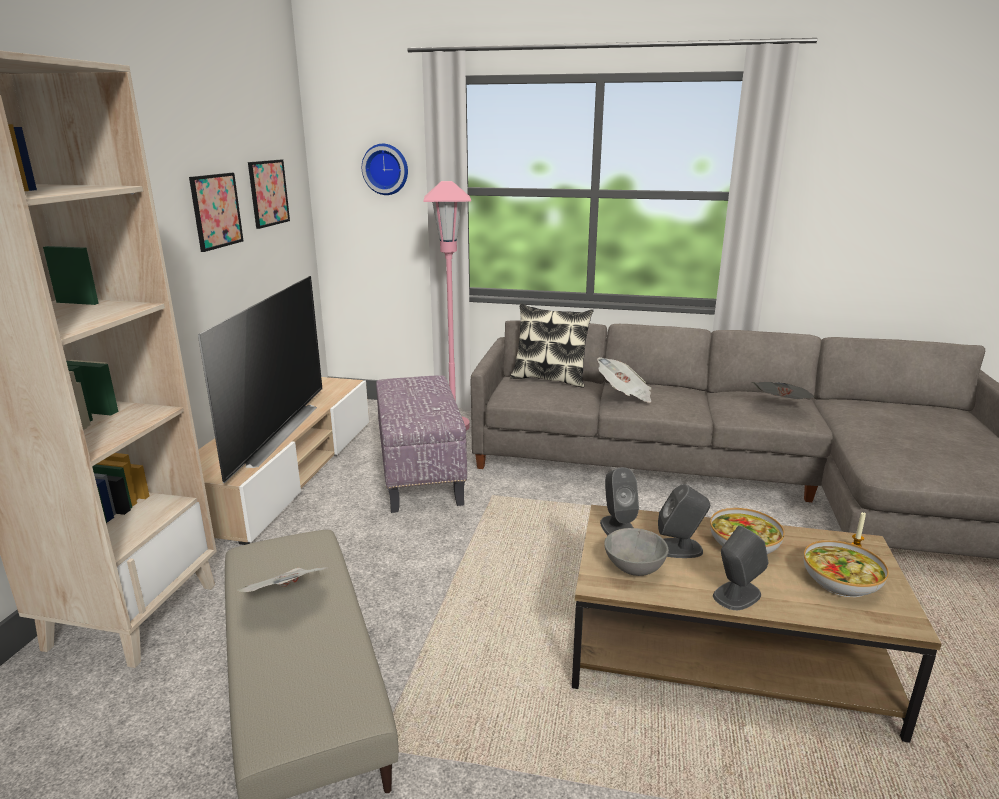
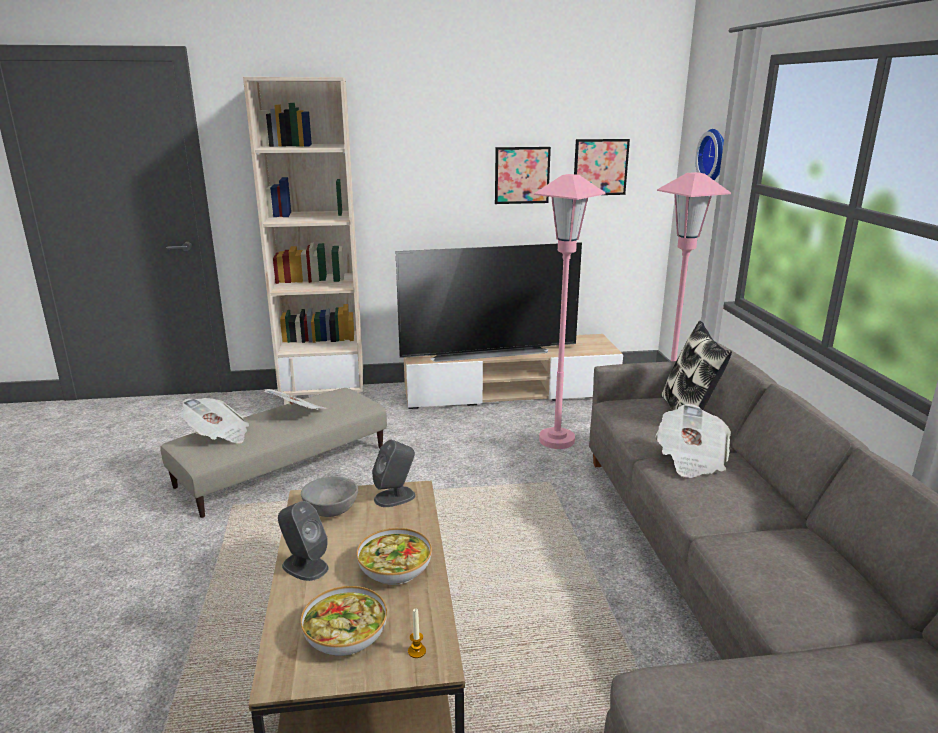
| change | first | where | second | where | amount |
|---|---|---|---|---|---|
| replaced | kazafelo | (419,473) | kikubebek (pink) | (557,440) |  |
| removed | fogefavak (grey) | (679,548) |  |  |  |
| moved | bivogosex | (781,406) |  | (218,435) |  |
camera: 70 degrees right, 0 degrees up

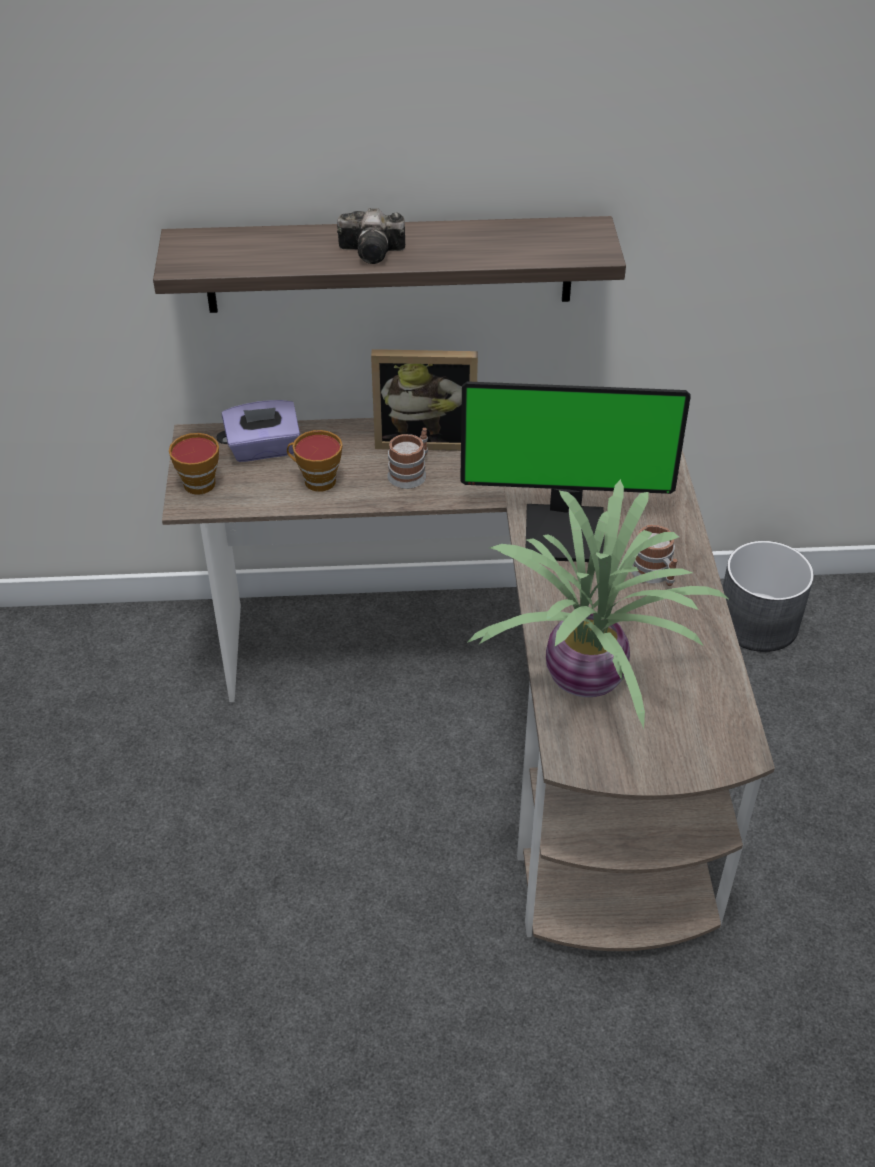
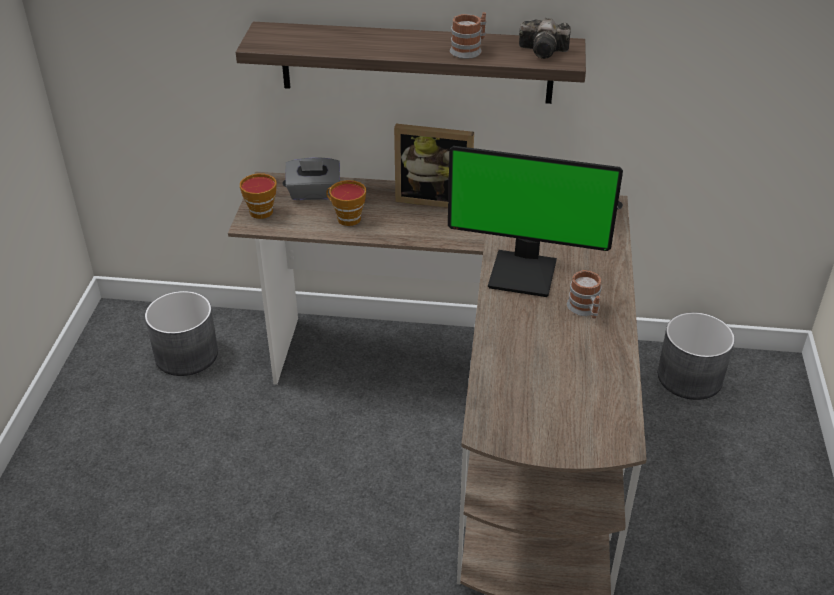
| change | first | where | second | where | amount |
|---|---|---|---|---|---|
| recoloured | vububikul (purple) | (264,449) | vububikul (grey) | (314,193) |  |
| moved | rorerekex | (375,252) |  | (545,51) |  |
| moved | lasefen | (411,472) |  | (469,49) |  |
| removed | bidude | (584,682) |  |  |  |
| added |  |  | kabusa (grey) | (187,354) |  |
camera: 10 degrees right, 5 degrees down

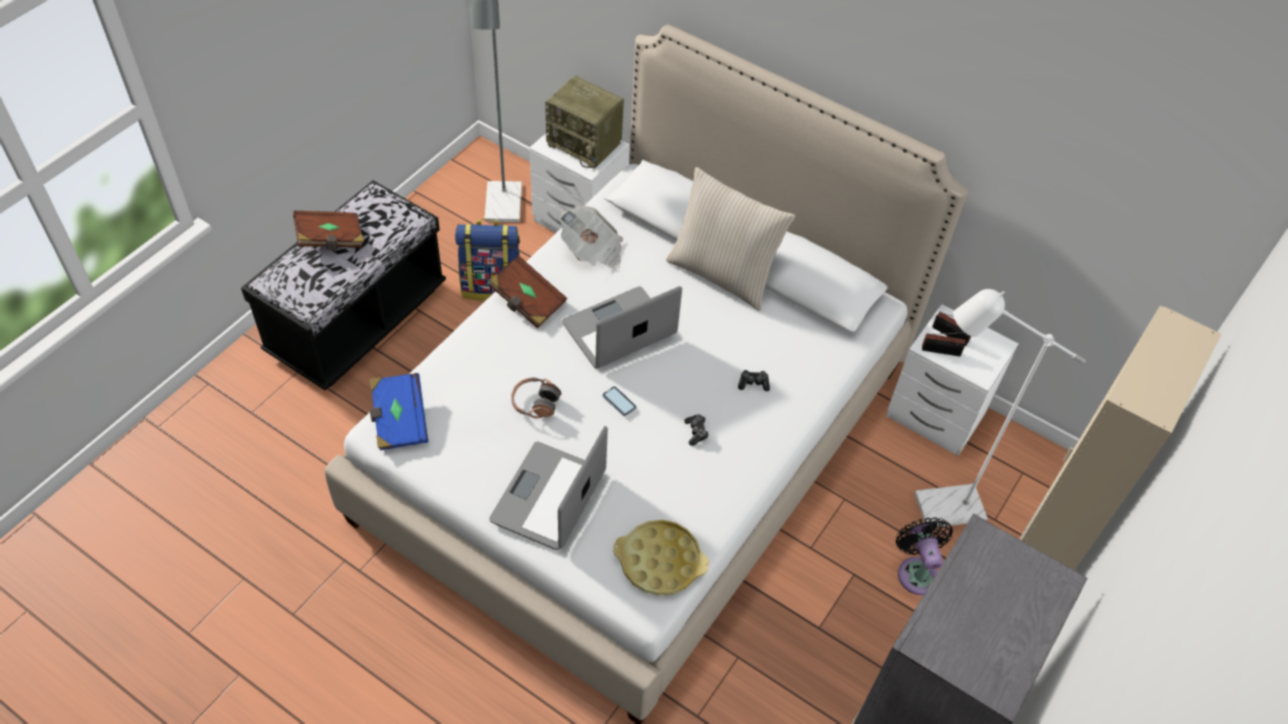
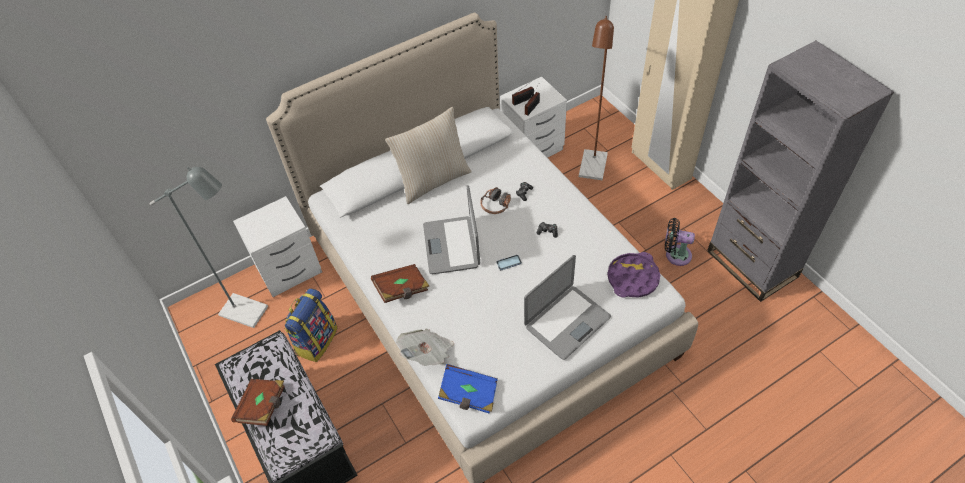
| change | first | where | second | where | amount |
|---|---|---|---|---|---|
| turned | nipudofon | (549,497) |  | (566,321) | 90 degrees counterclockwise |
| moved | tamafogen | (535,403) |  | (495,205) |  |
| removed | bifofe | (586,144) |  |  |  |
| moved | bivogosex | (592,251) |  | (428,353) |  |
| recoloured | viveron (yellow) | (660,561) | viveron (purple) | (632,278) |  |
| moved | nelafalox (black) | (916,571) |  | (675,254) |  |
| recoloured | kikubebek (white) | (937,509) | kikubebek (brown) | (592,171) |  |
camera: 60 degrees left, 0 degrees up

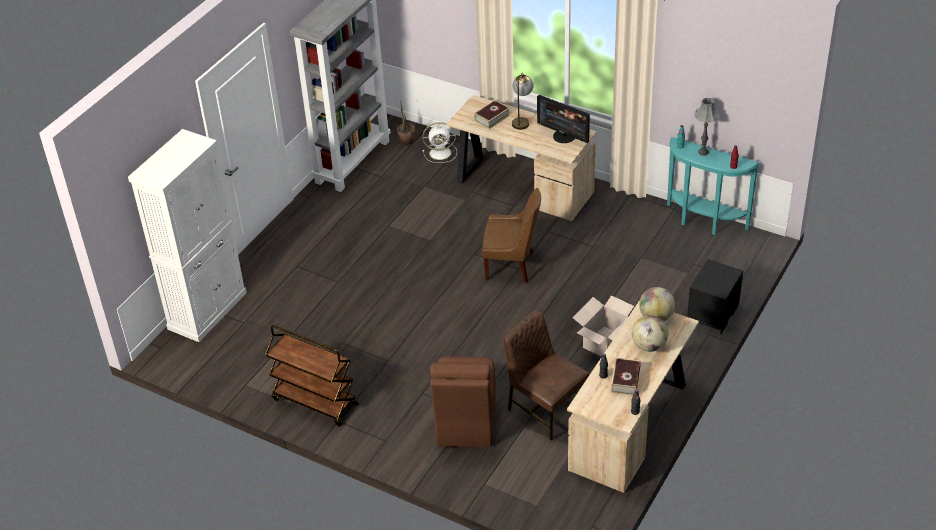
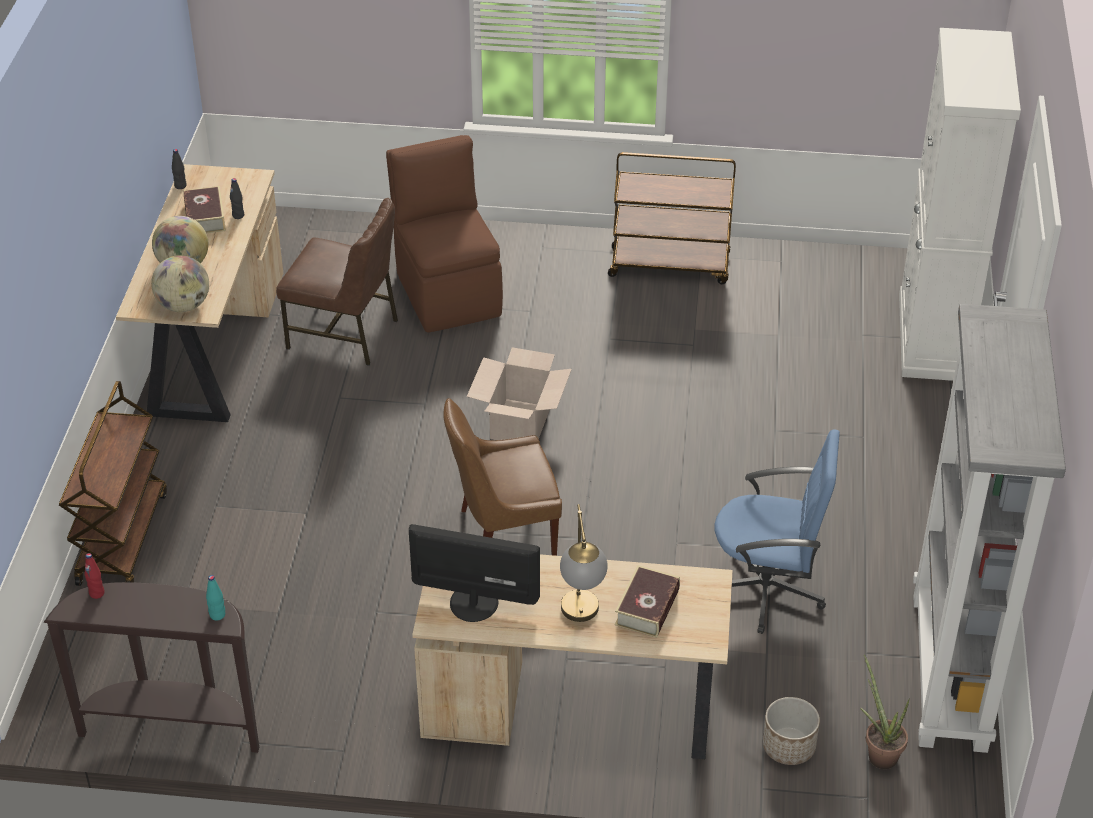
| change | first | where | second | where | amount |
|---|---|---|---|---|---|
| replaced | nelafalox (white) | (441,153) | kabusa | (788,747) |  |
| moved | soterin | (604,342) |  | (521,423) |  |
| recoloured | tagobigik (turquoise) | (703,222) | tagobigik (brown) | (173,725) |  |
| replaced | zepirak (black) | (713,314) | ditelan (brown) | (122,537) |  |
| removed | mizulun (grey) | (703,152) |  |  |  |
| added |  |  | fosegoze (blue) | (767,589) |  |
camera: 155 degrees right, 0 degrees up

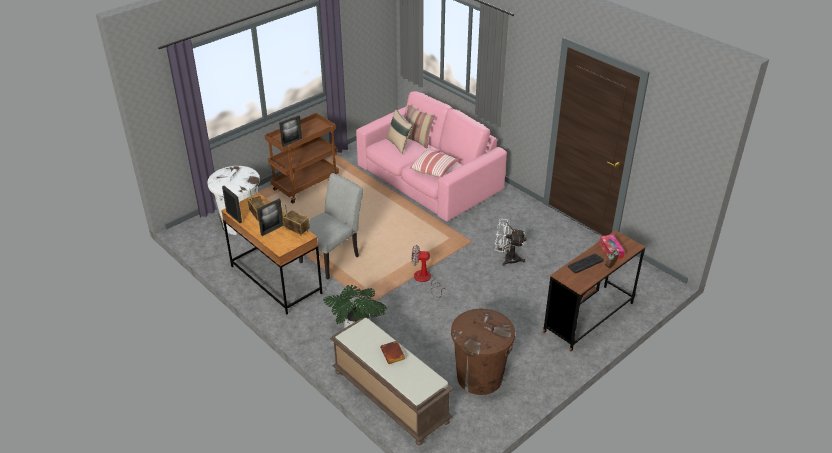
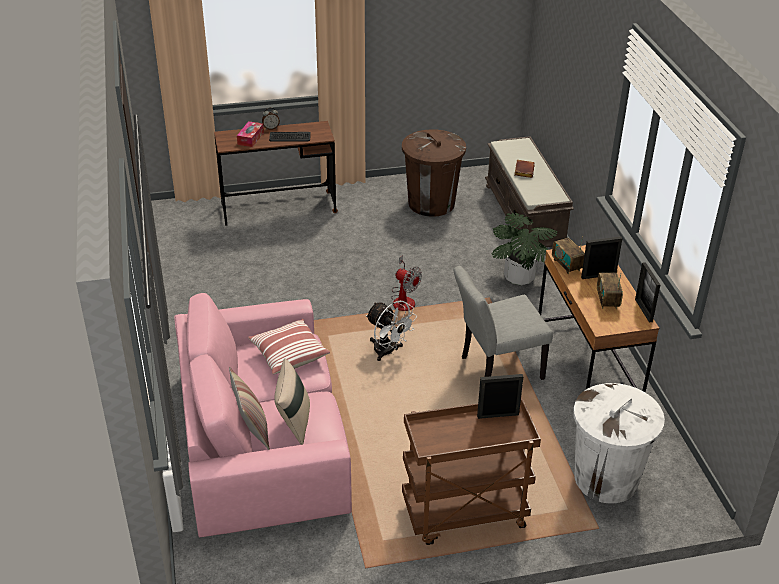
| change | first | where | second | where | amount |
|---|---|---|---|---|---|
| moved | nelafalox (white) | (507,258) |  | (388,352) |  |
camera: 150 degrees left, 0 degrees up

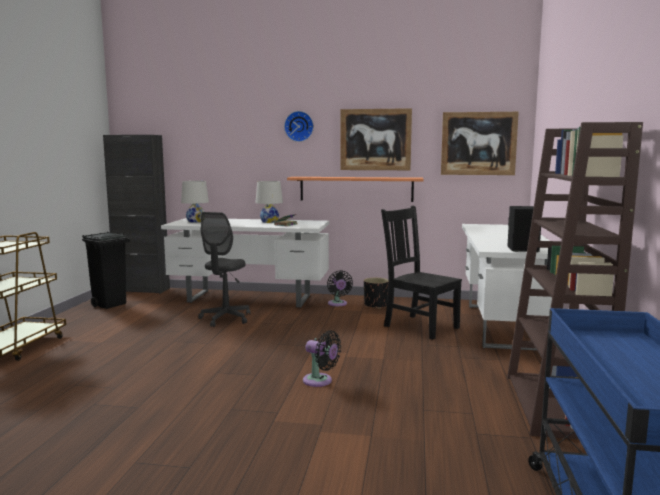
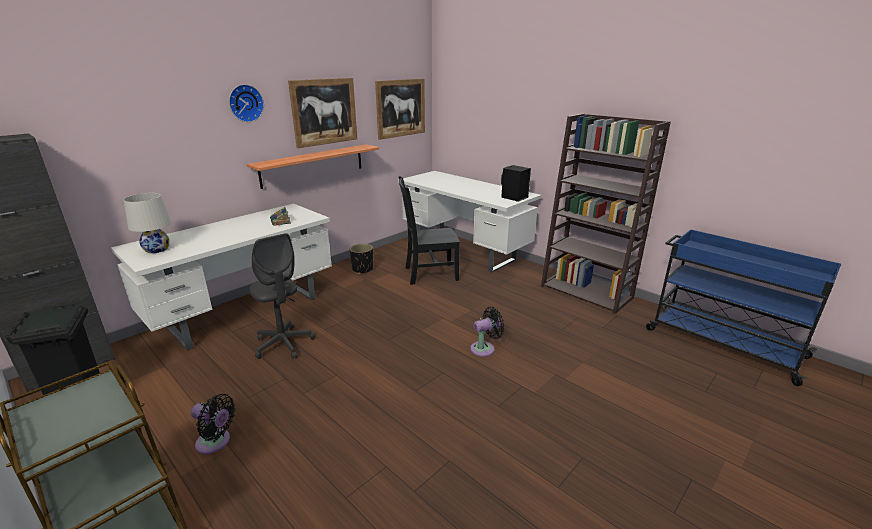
| change | first | where | second | where | amount |
|---|---|---|---|---|---|
| removed | mizulun (white) | (269,222) |  |  |  |
| moved | nelafalox (black) | (338,304) |  | (216,442) |  |
camera: 55 degrees left, 15 degrees up

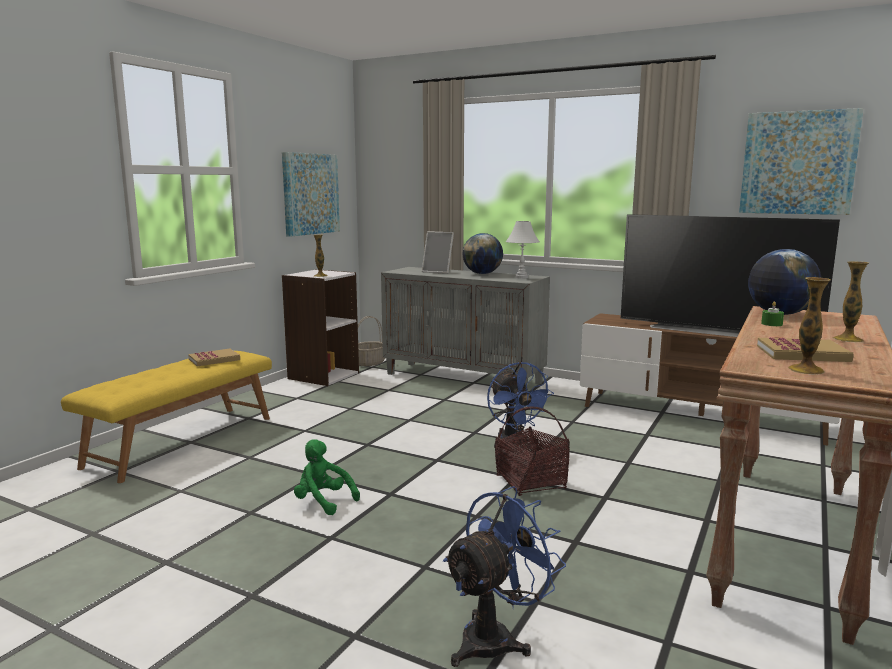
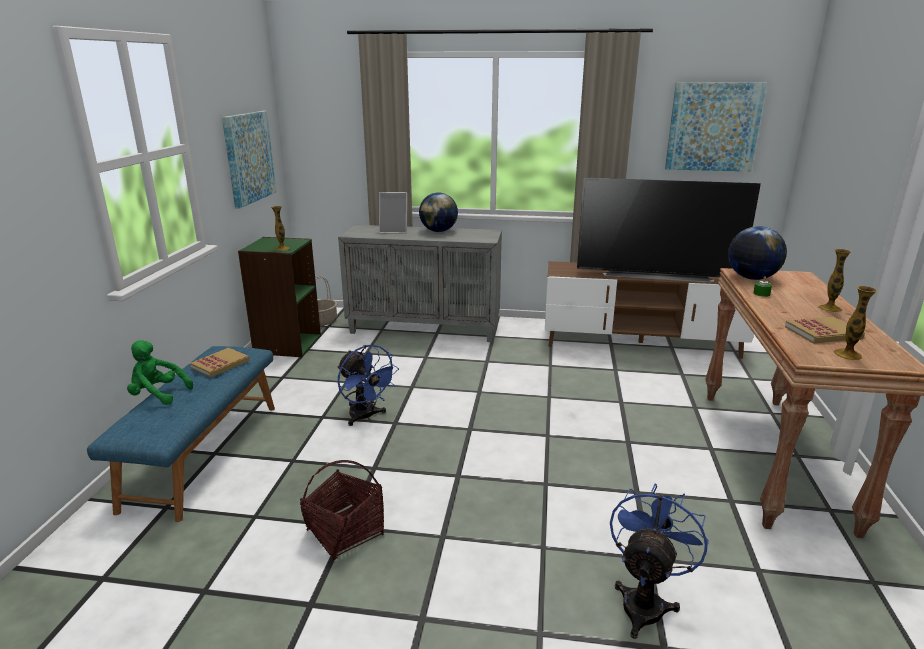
| change | first | where | second | where | amount |
|---|---|---|---|---|---|
| recoloured | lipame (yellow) | (182,441) | lipame (blue) | (203,454) |  |
| recoloured | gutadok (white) | (323,375) | gutadok (green) | (287,344) |  |
| moved | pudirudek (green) | (323,502) |  | (158,395) |  |
| moved | nelafalox (blue) | (514,444) |  | (366,417) |  |
| moved | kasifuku | (531,482) |  | (345,533) |  |
| removed | mizulun (white) | (521,277) |  |  |  |
camera: 20 degrees left, 10 degrees up

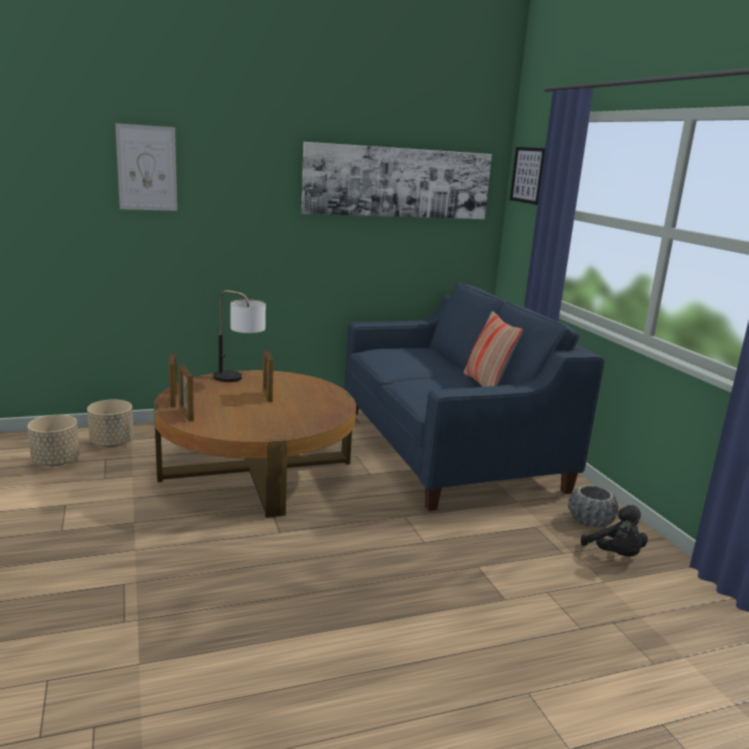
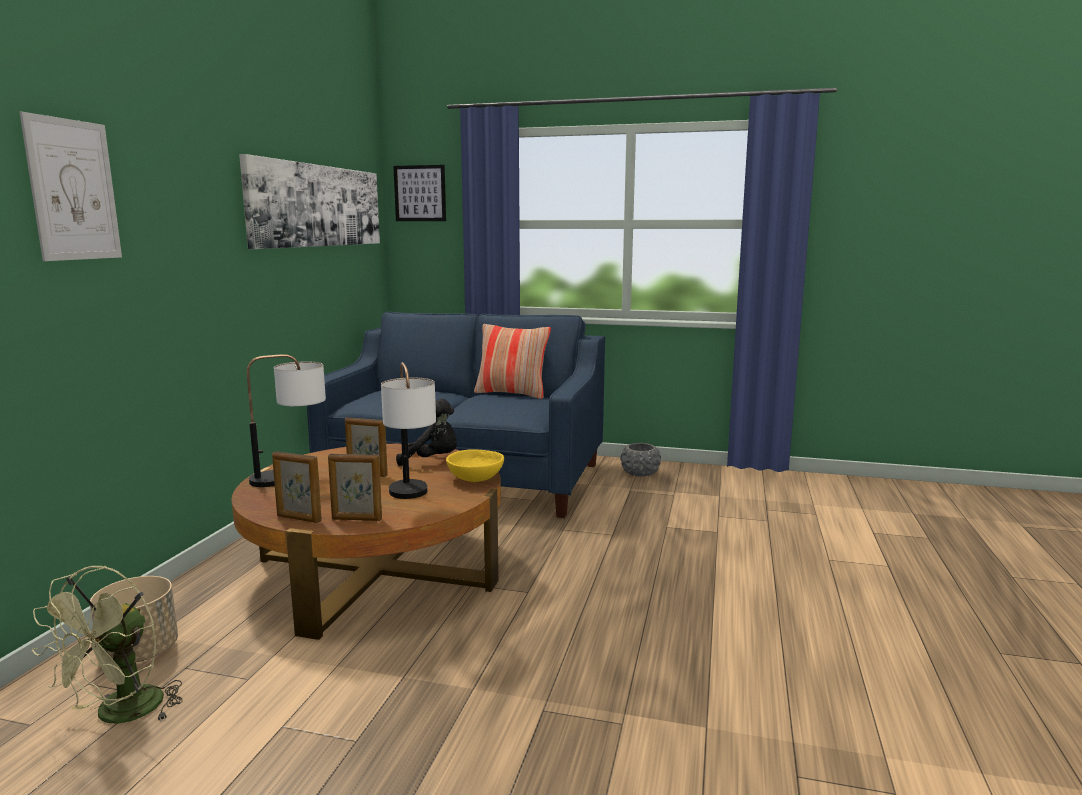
| change | first | where | second | where | amount |
|---|---|---|---|---|---|
| replaced | kabusa (beige) | (56,462) | nelafalox (green) | (121,715) |  |
| moved | pudirudek (black) | (615,555) |  | (433,460) |  |
| added |  |  | mizulun | (410,498) |  |
| added |  |  | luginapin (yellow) | (476,478) |  |
camera: 55 degrees left, 5 degrees down

